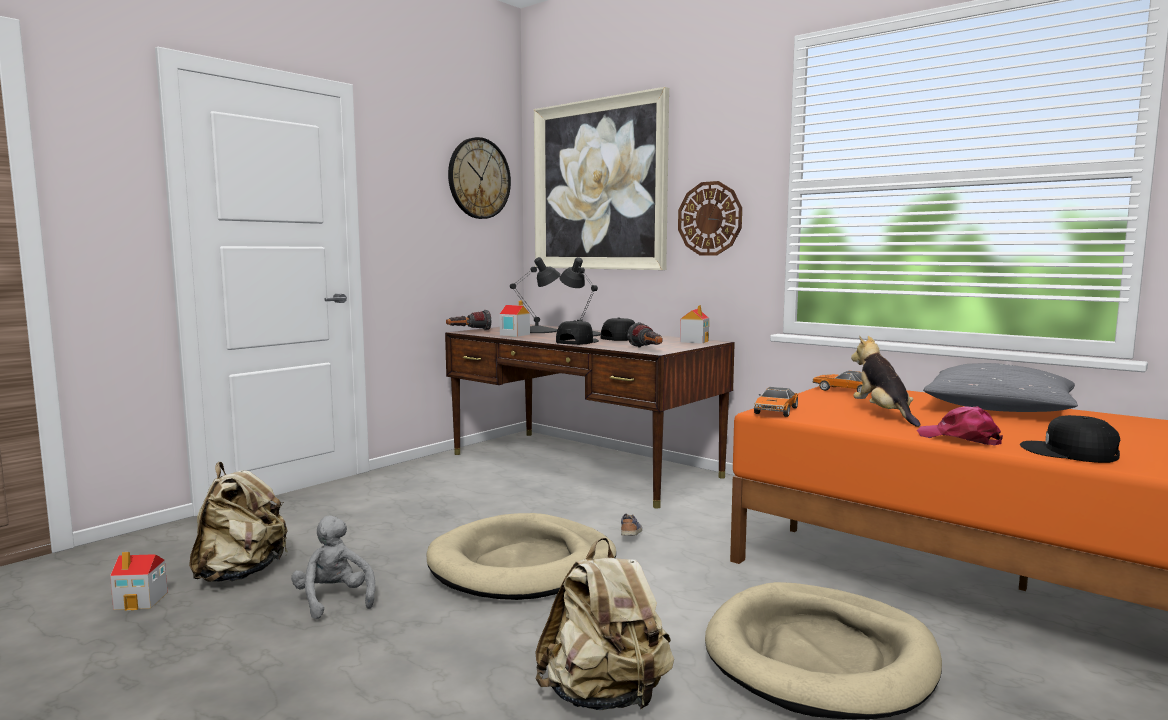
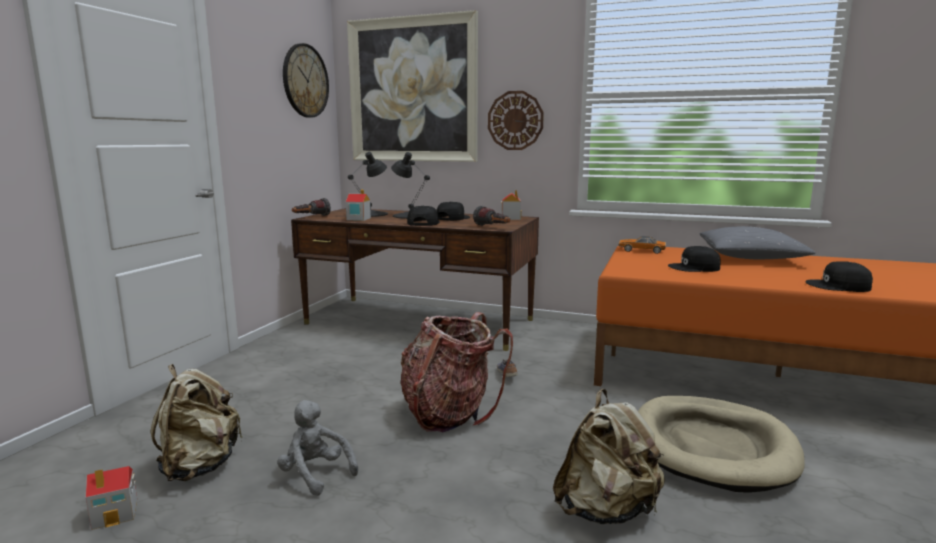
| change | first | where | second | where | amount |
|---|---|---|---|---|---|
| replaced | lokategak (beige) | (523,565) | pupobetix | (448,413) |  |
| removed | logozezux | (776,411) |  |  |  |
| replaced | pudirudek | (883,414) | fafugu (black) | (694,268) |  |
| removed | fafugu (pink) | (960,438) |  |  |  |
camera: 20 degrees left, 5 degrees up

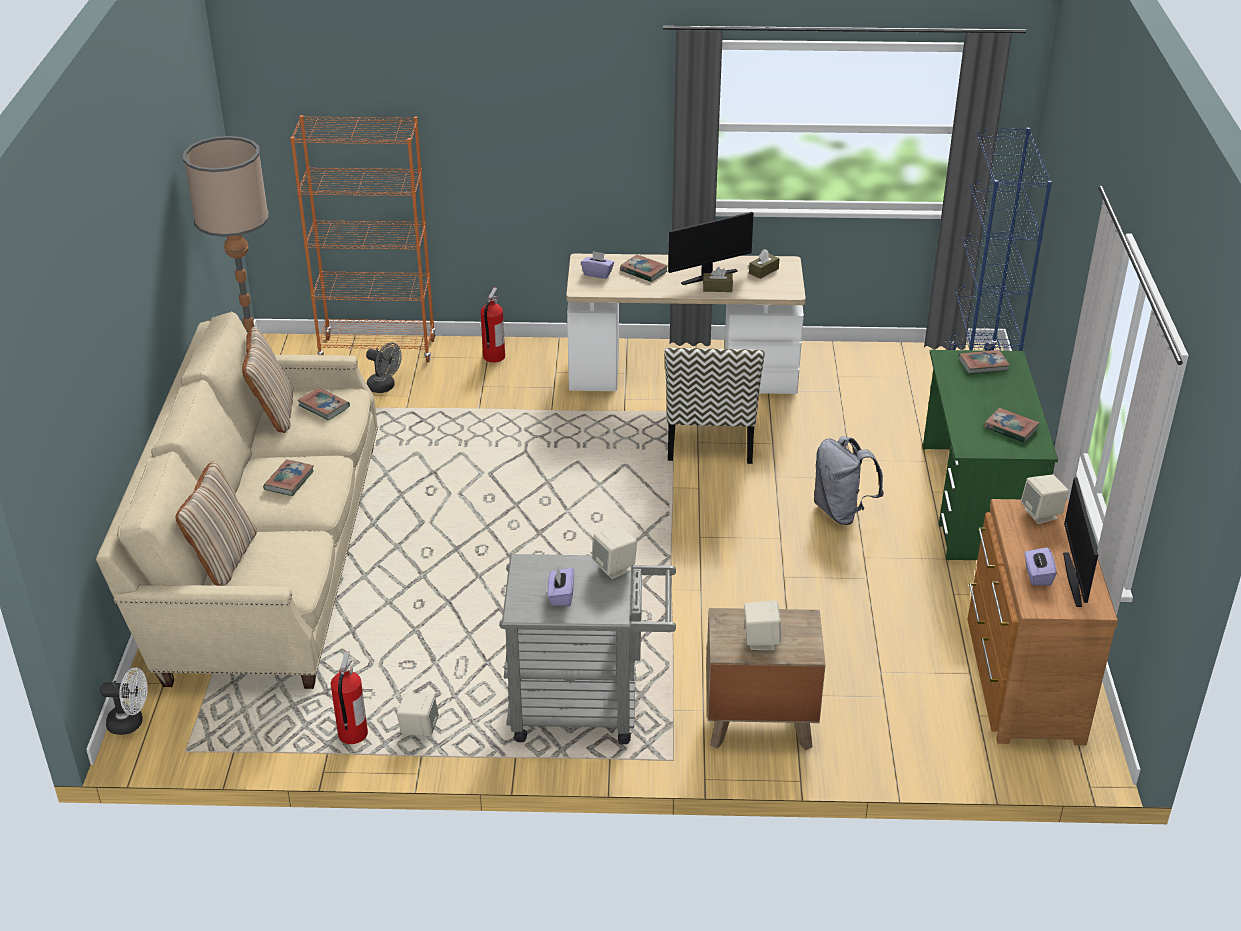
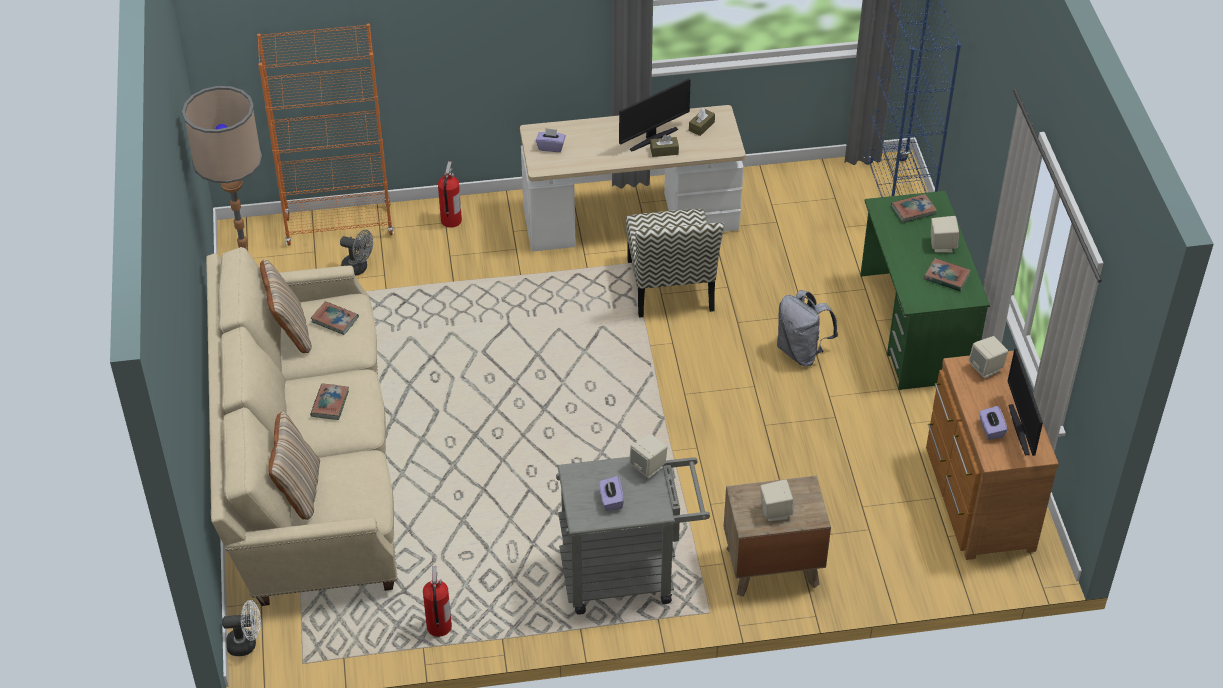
| change | first | where | second | where | amount |
|---|---|---|---|---|---|
| moved | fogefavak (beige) | (419,730) |  | (942,245) |  |
| removed | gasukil | (643,271) |  |  |  |
camera: 10 degrees left, 10 degrees up

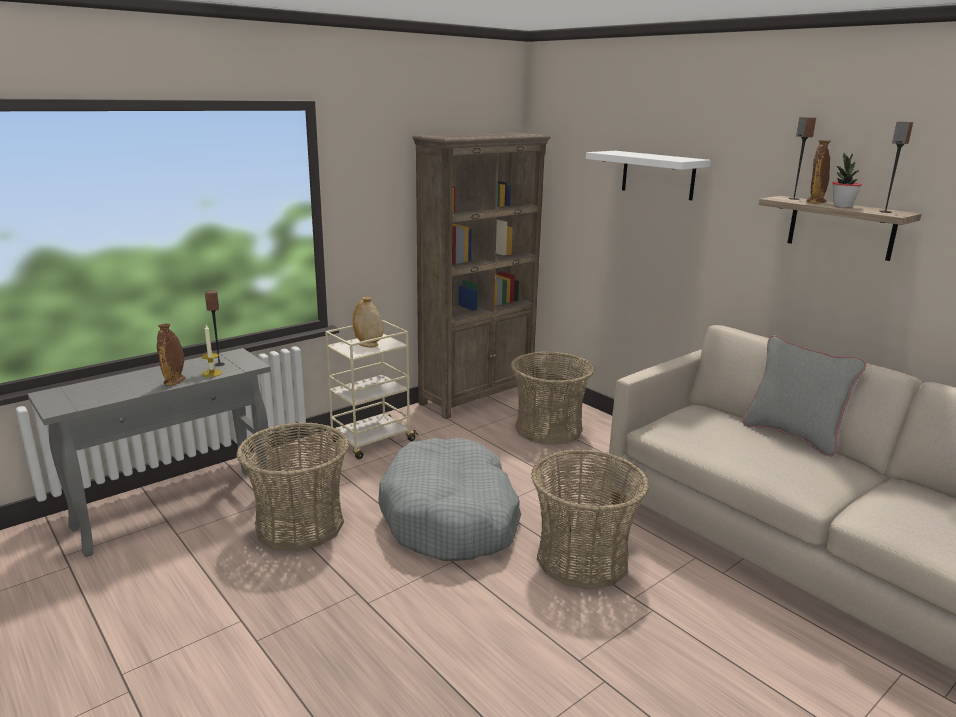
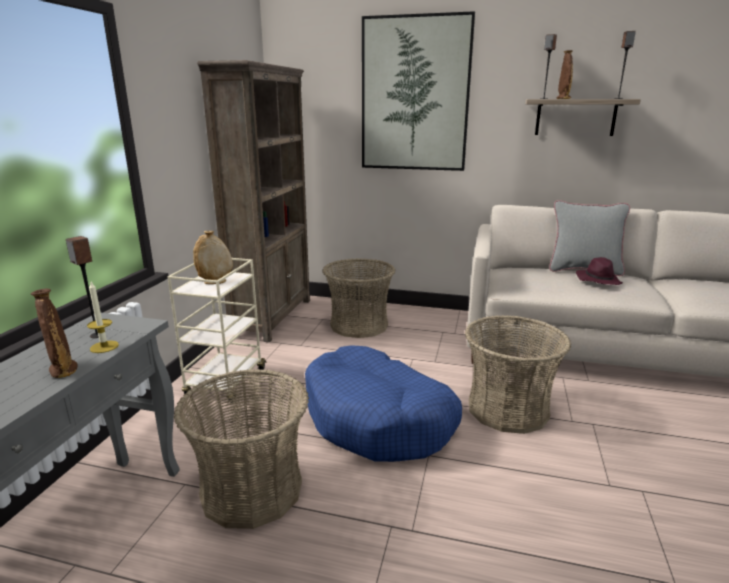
| change | first | where | second | where | amount |
|---|---|---|---|---|---|
| recoloured | lokategak (grey) | (451,517) | lokategak (blue) | (378,419) |  |
| replaced | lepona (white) | (658,175) | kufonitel | (414,95) |  |
| removed | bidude | (842,206) |  |  |  |
| added |  |  | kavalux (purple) | (597,280) |  |
camera: 35 degrees left, 0 degrees up

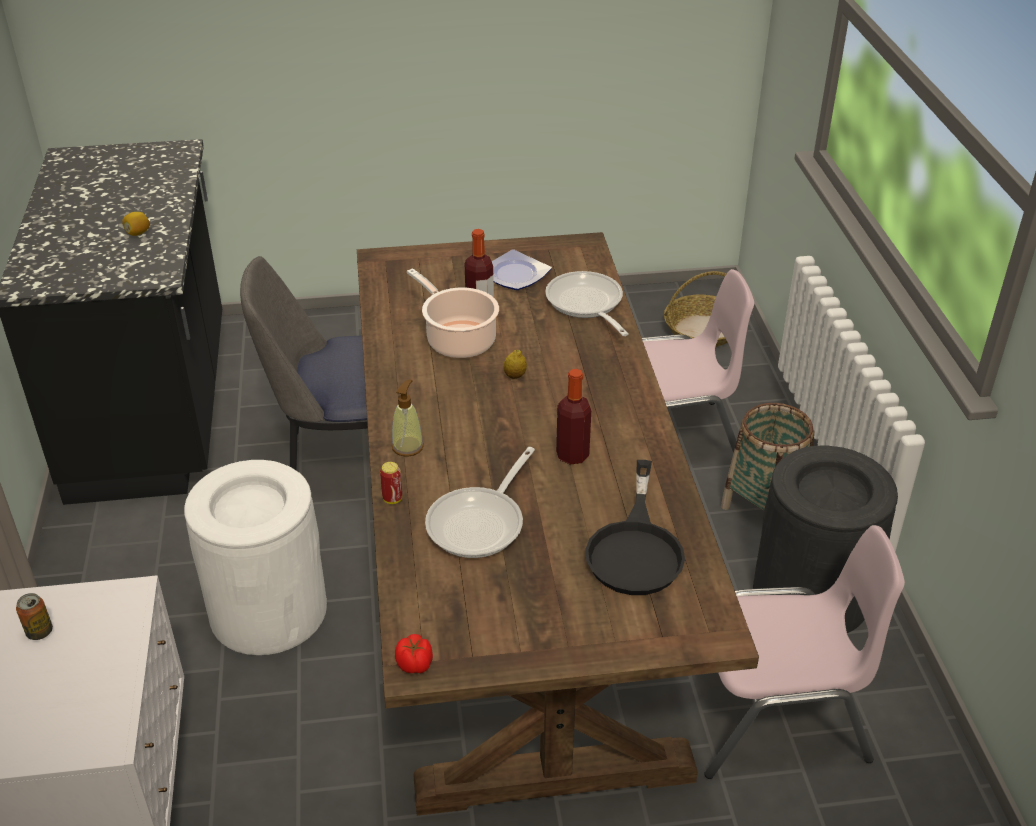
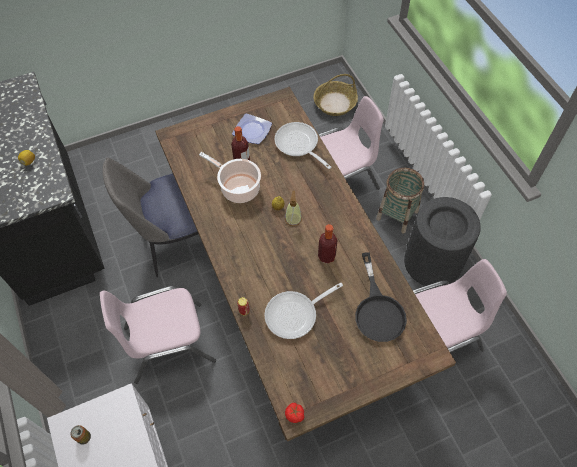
| change | first | where | second | where | amount |
|---|---|---|---|---|---|
| replaced | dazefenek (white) | (268,609) | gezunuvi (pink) | (168,343) |  |
| moved | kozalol | (408,446) |  | (293,219) |  |
| turned | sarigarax | (481,523) |  | (295,314) | 45 degrees clockwise |
camera: 15 degrees left, 20 degrees up

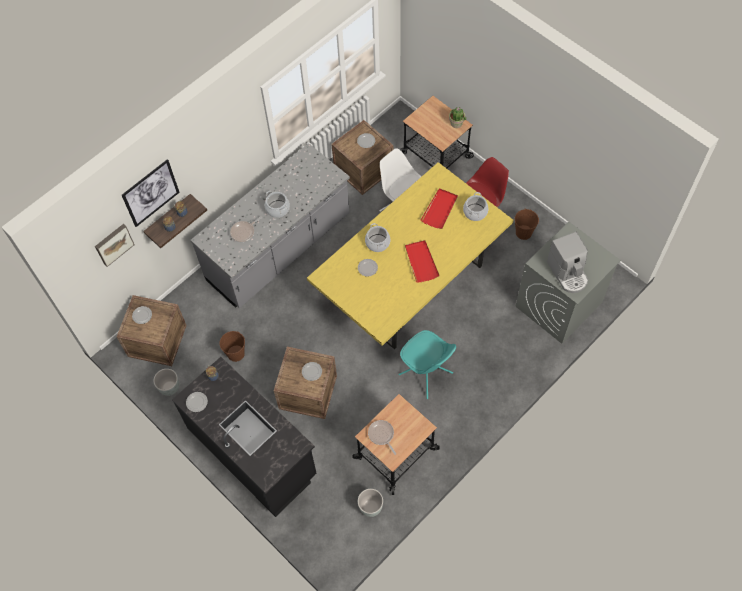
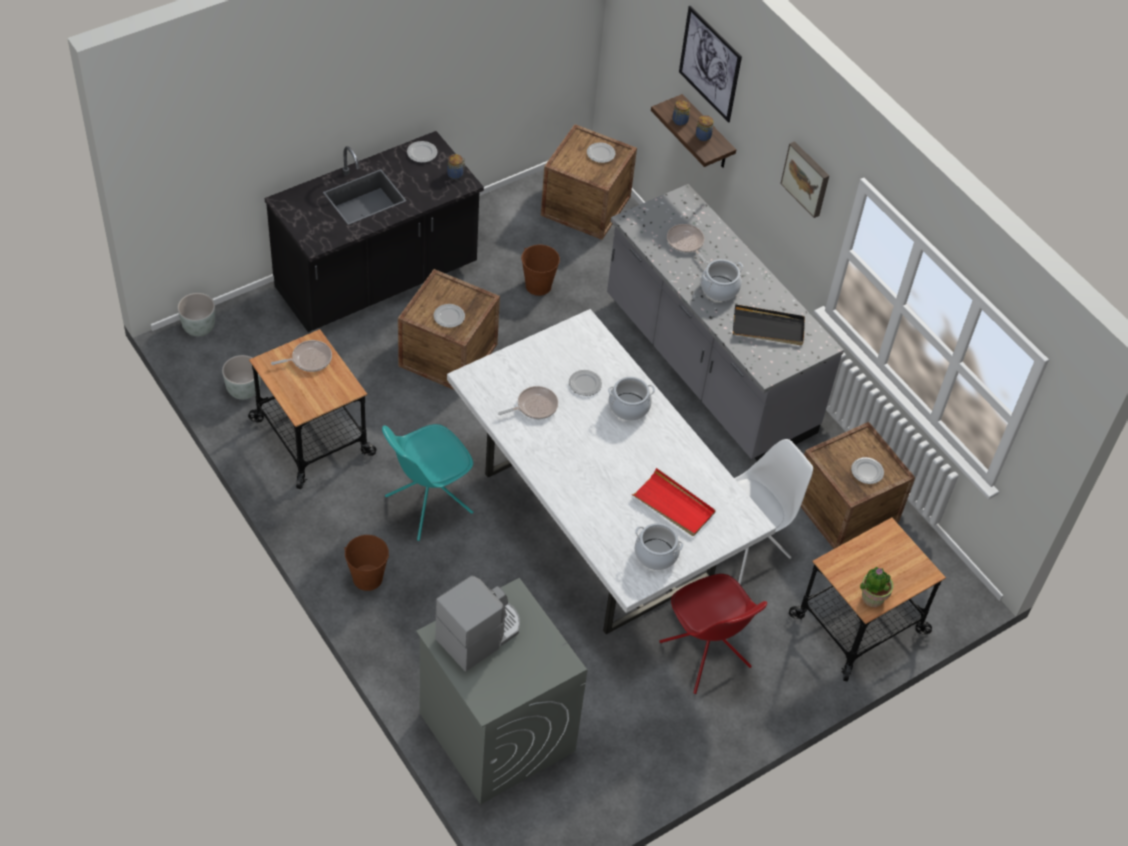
| change | first | where | second | where | amount |
|---|---|---|---|---|---|
| moved | kufonitel | (113,244) |  | (807,178) |  |
| moved | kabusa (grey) | (169,388) |  | (199,327) |  |
| recoloured | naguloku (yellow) | (410,285) | naguloku (white) | (596,522) |  |
| removed | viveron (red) | (421,262) |  |  |  |
| moved | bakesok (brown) | (523,232) |  | (367,578) |  |
| turned | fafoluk | (568,273) |  | (479,634) | 150 degrees clockwise |
| added |  |  | sarigarax | (534,406) |  |
| added |  |  | viveron (black) | (768,328) |  |
camera: 95 degrees right, 10 degrees down

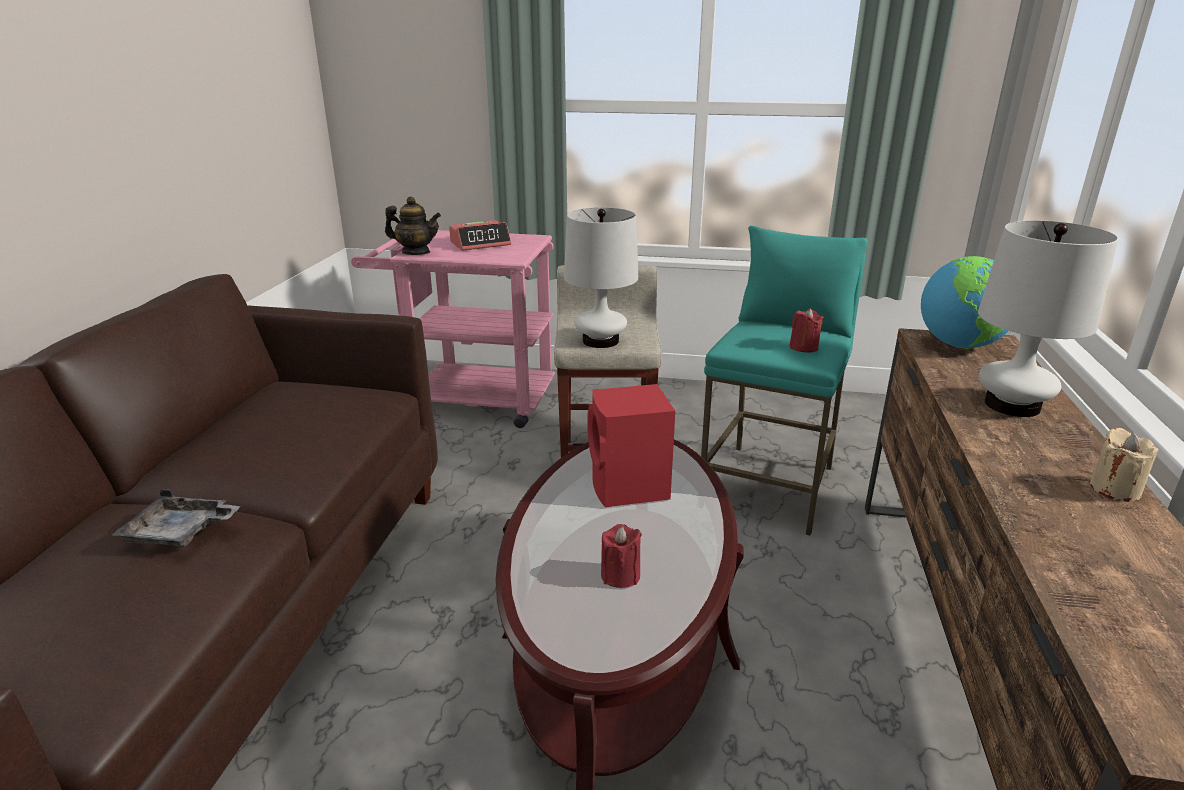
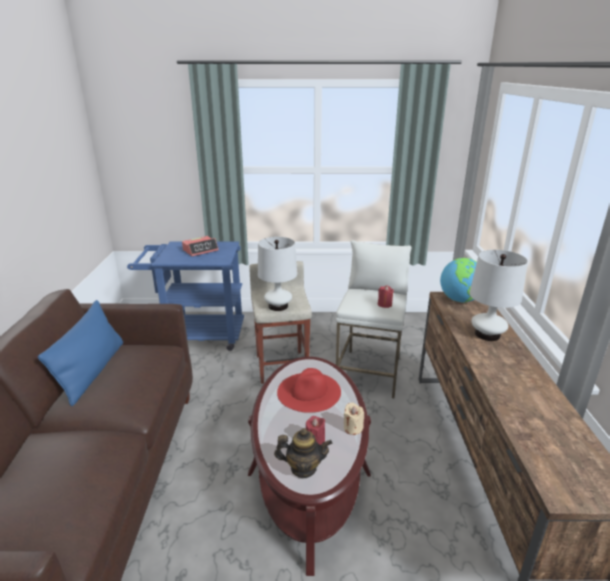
| change | first | where | second | where | amount |
|---|---|---|---|---|---|
| removed | viveron (grey) | (180,532) |  |  |  |
| recoloured | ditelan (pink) | (470,400) | ditelan (blue) | (197,335) |  |
| moved | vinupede | (416,252) |  | (303,468) |  |
| replaced | fogefavak (red) | (629,489) | kavalux (red) | (309,391) |  |
| recoloured | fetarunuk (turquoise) | (769,487) | fetarunuk (white) | (369,372) |  |
| moved | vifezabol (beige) | (1114,489) |  | (353,428) |  |
| added |  |  | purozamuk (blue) | (93,371) |  |
camera: 10 degrees left, 0 degrees up

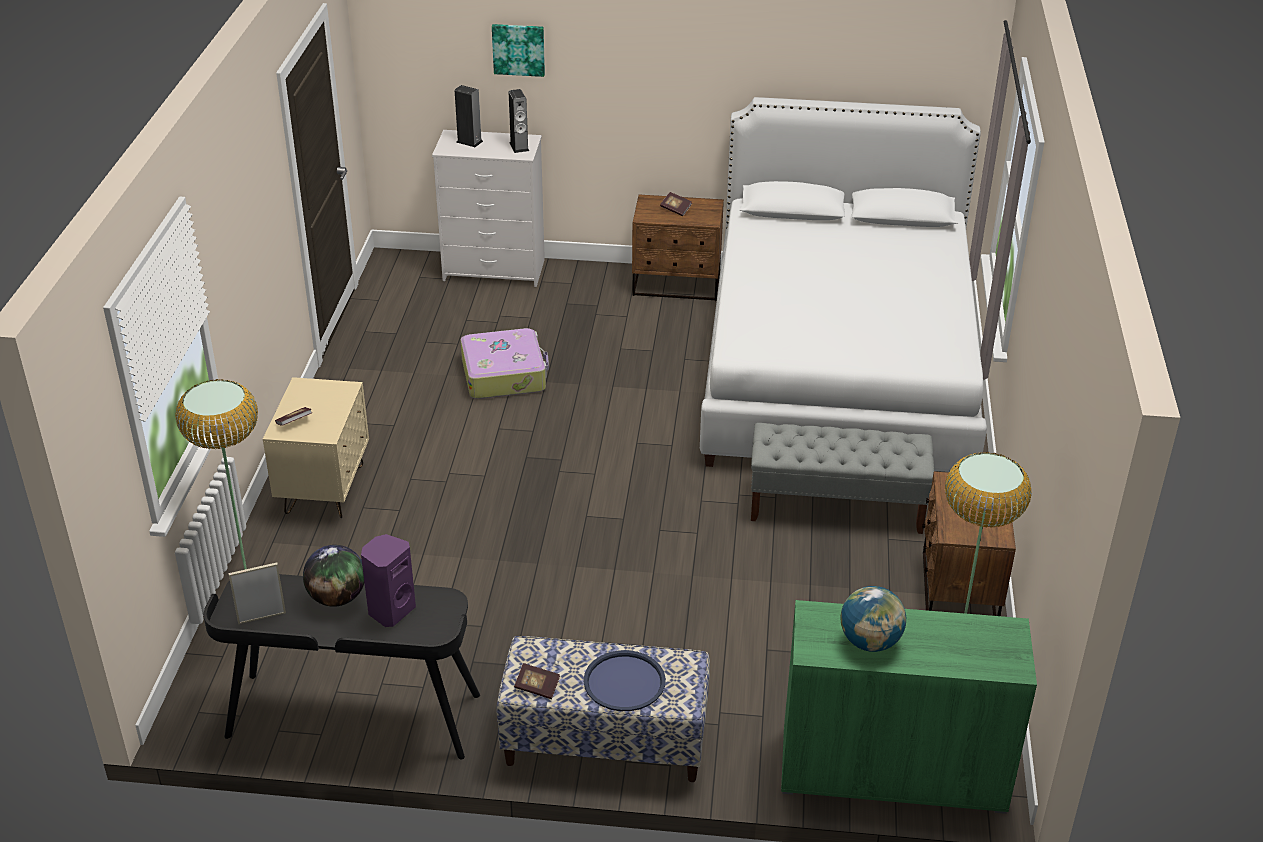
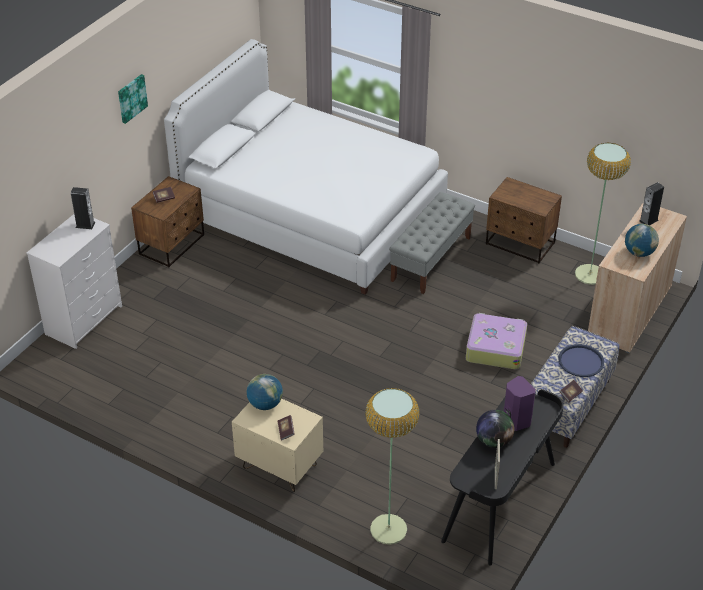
| change | first | where | second | where | amount |
|---|---|---|---|---|---|
| moved | fogefavak | (469,141) |  | (648,220) |  |
| moved | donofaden | (504,374) |  | (495,348) |  |
| moved | kufonitel | (518,49) |  | (131,98) |  |
| recoloured | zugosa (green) | (892,770) | zugosa (beige) | (629,312) |  |
| added |  |  | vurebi | (265,404) |  |
camera: 65 degrees left, 5 degrees up

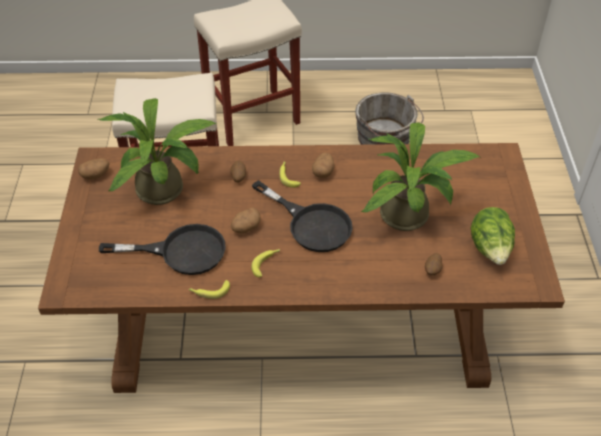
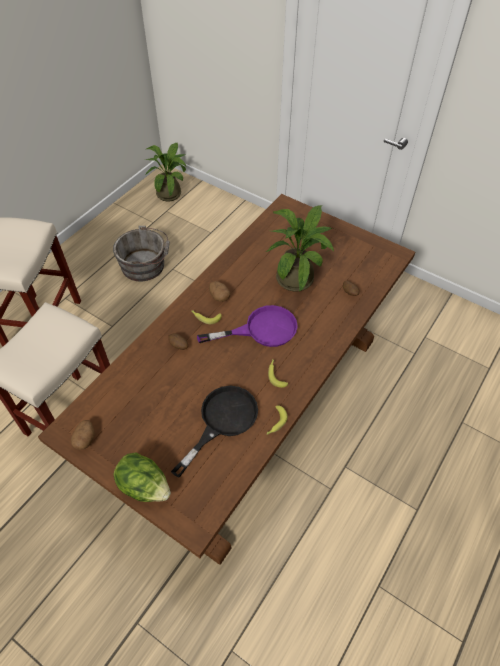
| change | first | where | second | where | amount |
|---|---|---|---|---|---|
| moved | bidude | (166,190) |  | (171,192) |  |
| removed | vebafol | (246,228) |  |  |  |
| recoloured | sarigarax (black) | (311,224) | sarigarax (purple) | (261,330) |  |
| moved | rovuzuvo | (490,249) |  | (145,486) |  |
camera: 55 degrees left, 5 degrees up

